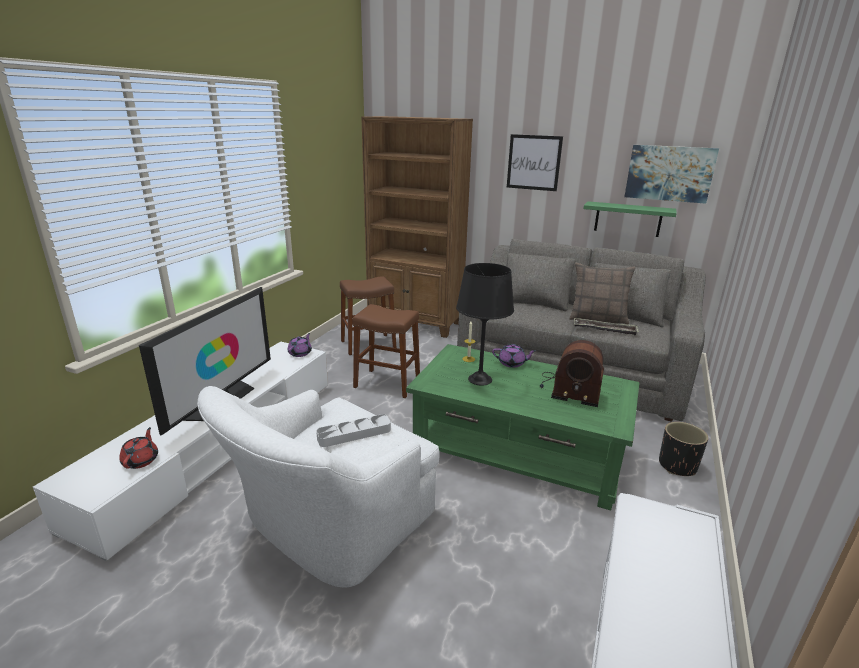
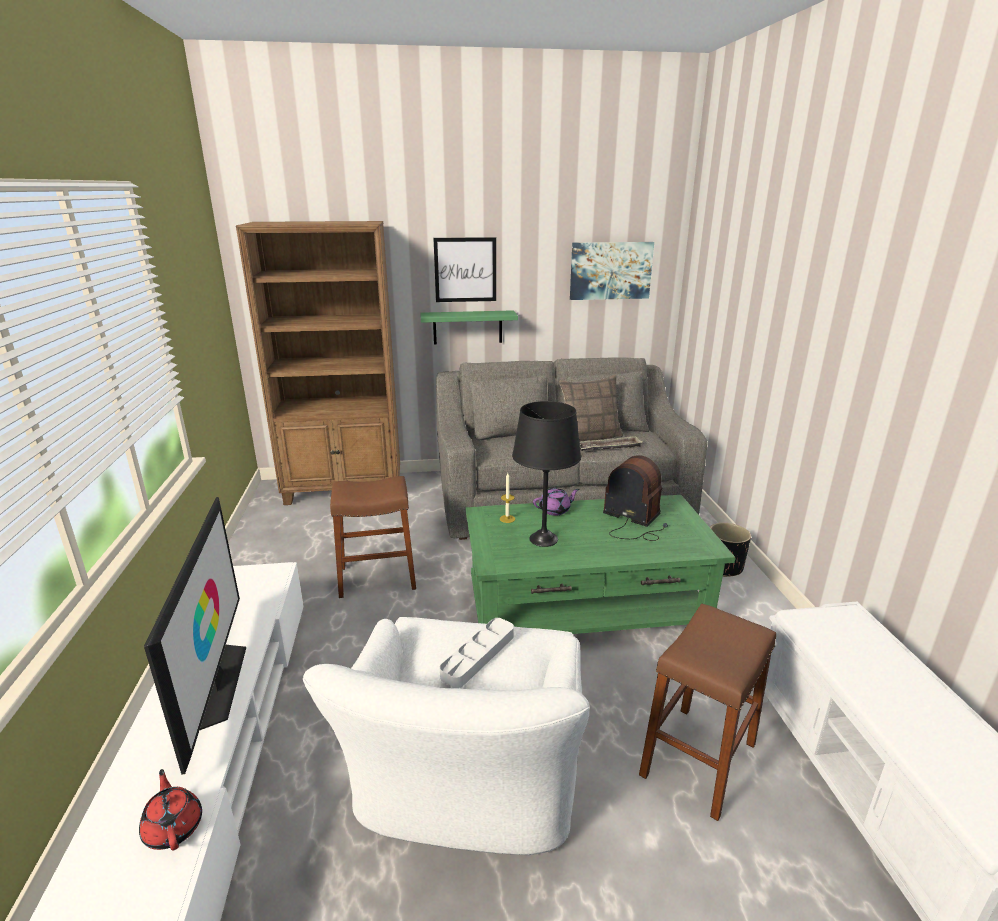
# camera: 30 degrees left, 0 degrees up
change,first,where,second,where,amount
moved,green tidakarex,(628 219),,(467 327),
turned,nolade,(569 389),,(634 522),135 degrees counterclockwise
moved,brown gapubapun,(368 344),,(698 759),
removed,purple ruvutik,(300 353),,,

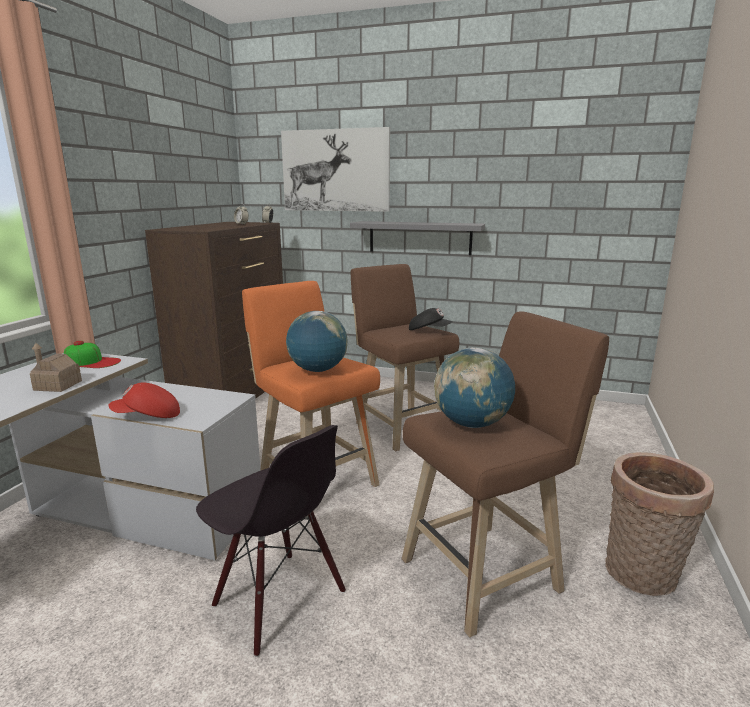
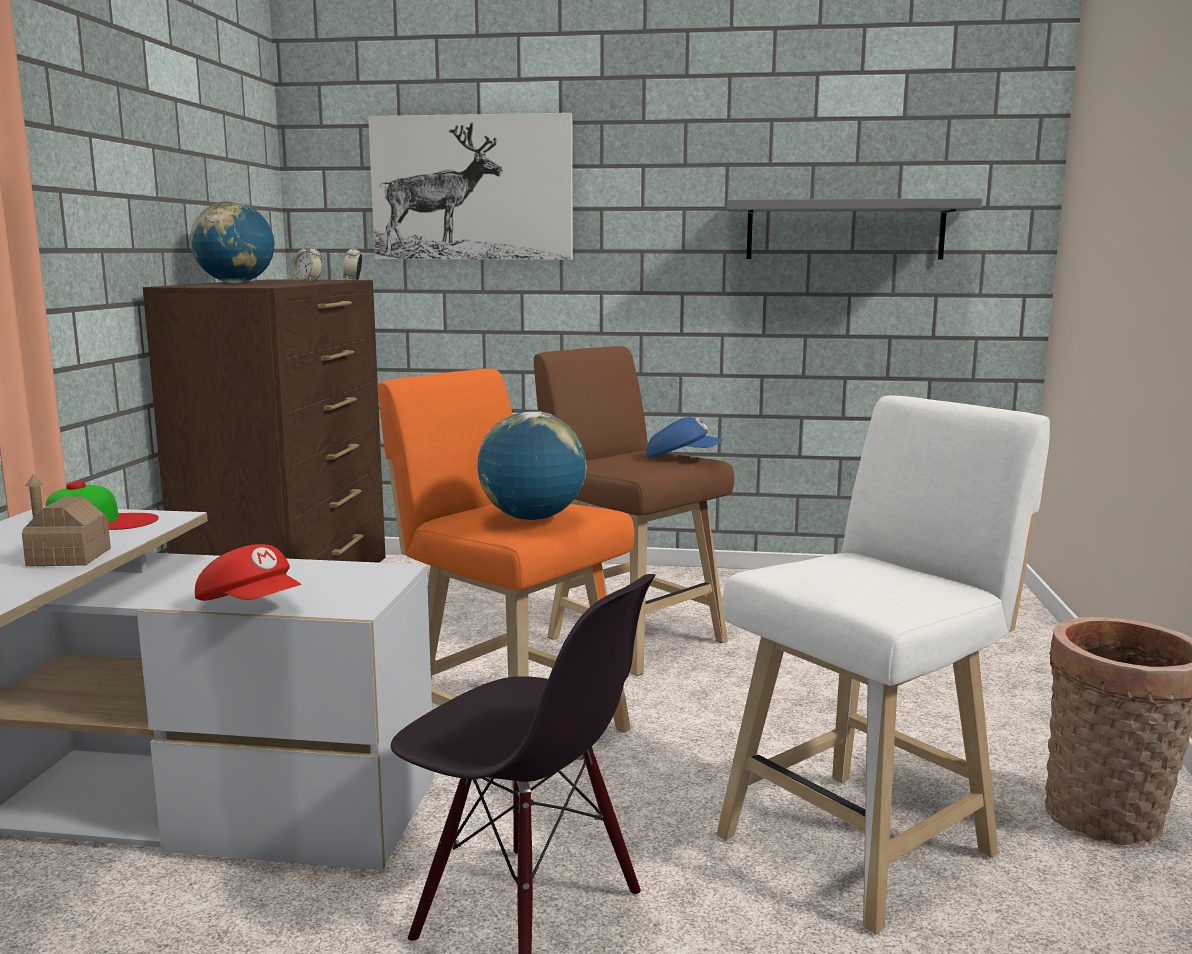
# camera: 10 degrees left, 5 degrees down
change,first,where,second,where,amount
moved,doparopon,(471 424),,(235 283),
turned,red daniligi,(147 416),,(251 606),120 degrees counterclockwise
recoloured,black daniligi,(429 331),blue daniligi,(682 458),
recoloured,brown gapubapun,(487 572),white gapubapun,(865 841),
moved,grey tidakarex,(419 237),,(844 230),

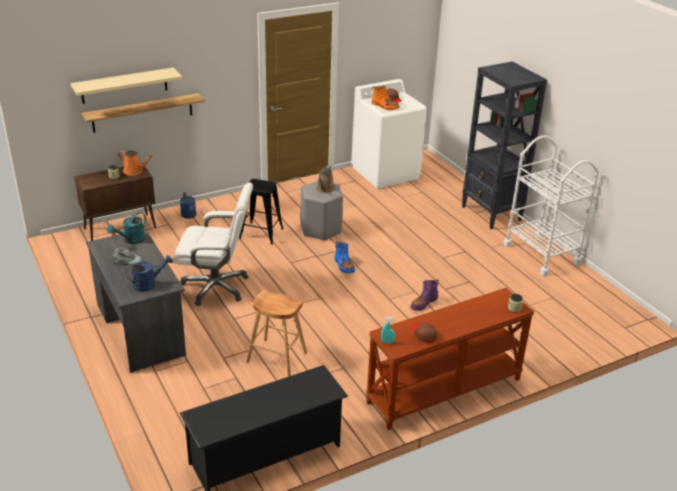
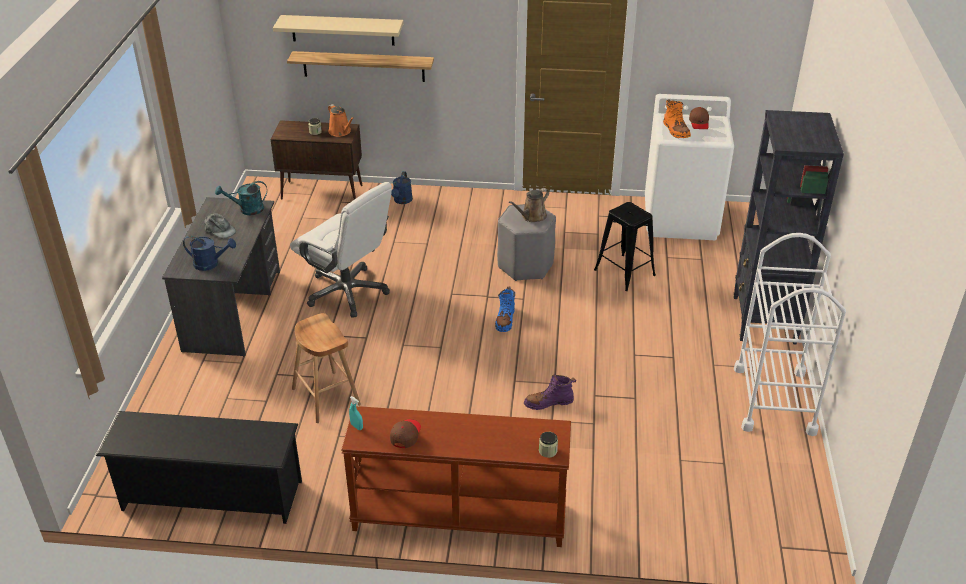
# camera: 35 degrees right, 5 degrees up
change,first,where,second,where,amount
moved,black gapubapun,(261 233),,(624 272),

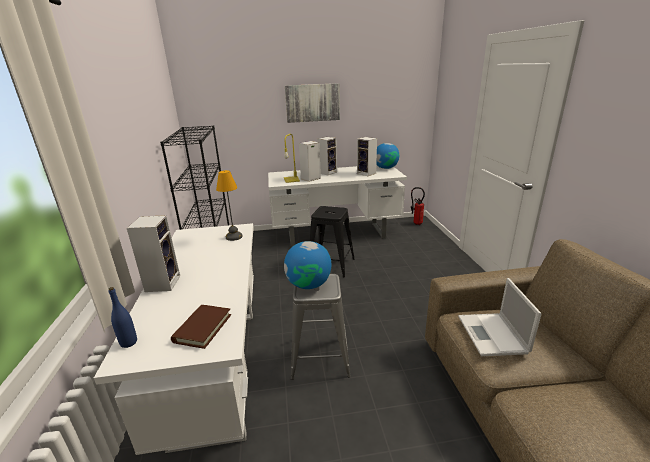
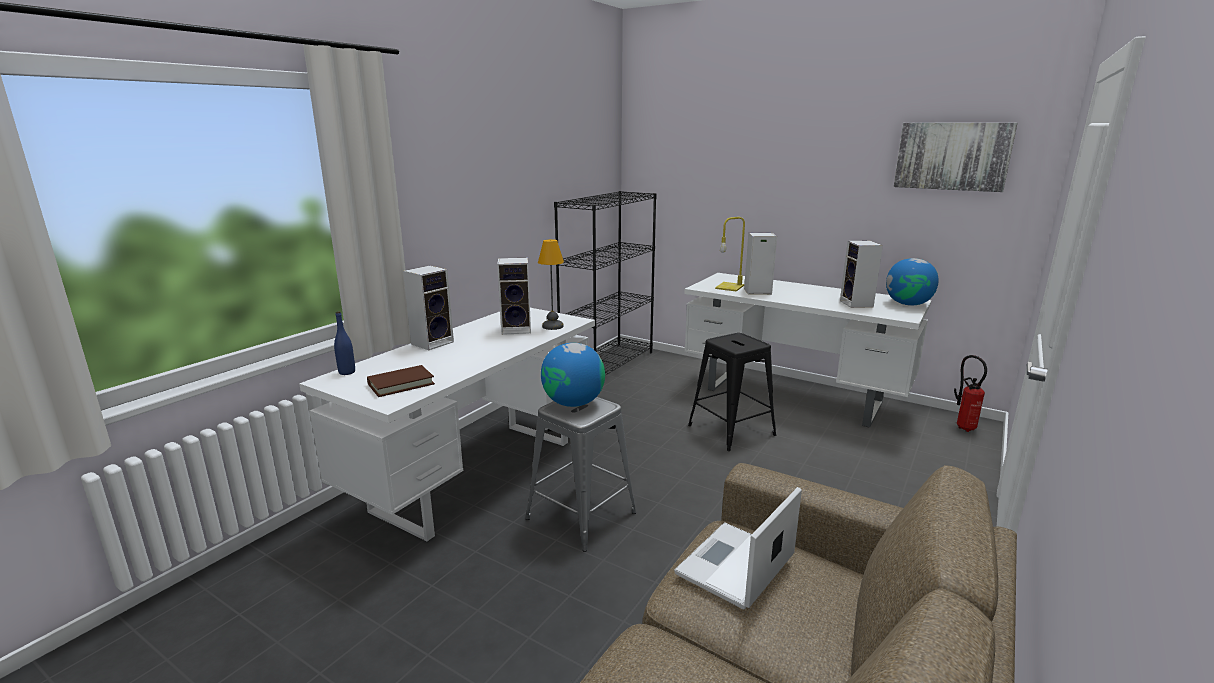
# camera: 40 degrees right, 5 degrees down
change,first,where,second,where,amount
moved,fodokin,(328 172),,(517 329),
moved,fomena,(312 103),,(952 156),

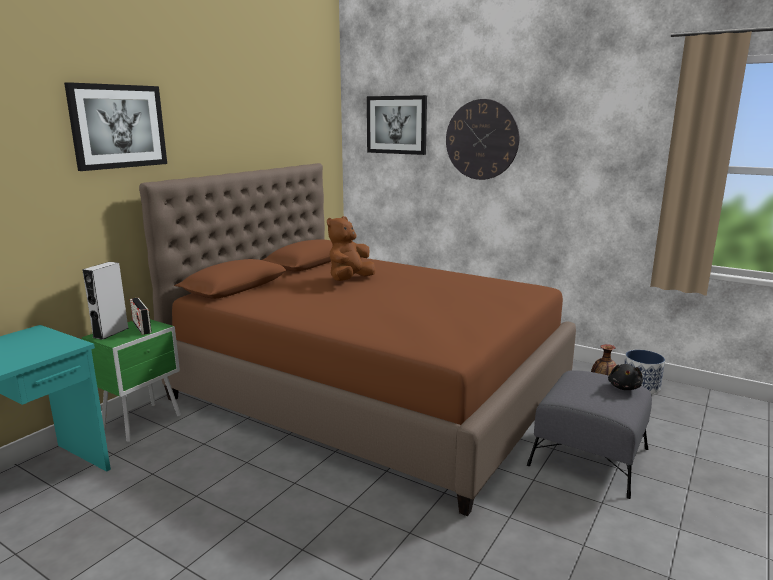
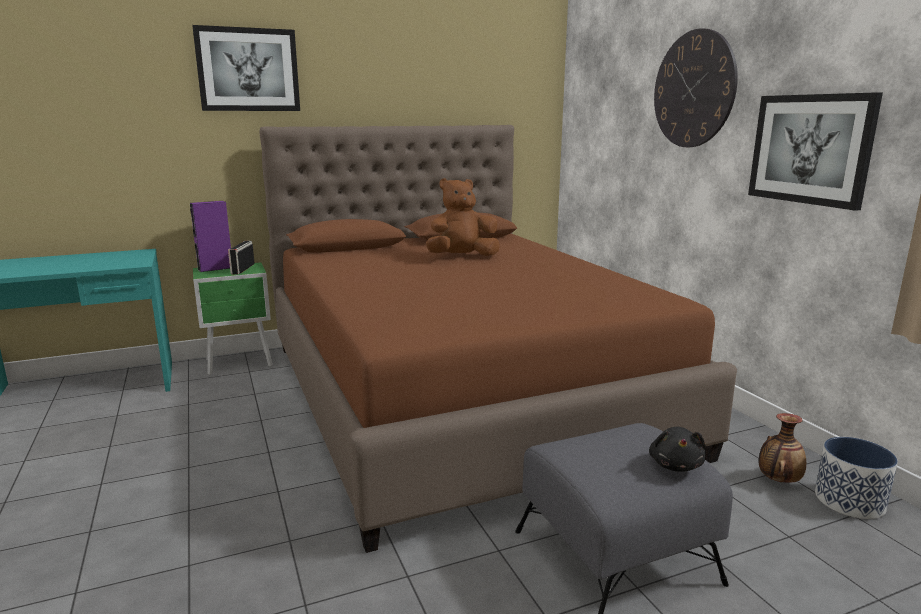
# camera: 35 degrees right, 0 degrees up
change,first,where,second,where,amount
recoloured,grey fodokin,(111 332),purple fodokin,(215 268),
turned,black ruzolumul,(624 387),,(675 465),45 degrees counterclockwise
moved,fomena,(396 125),,(810 149),

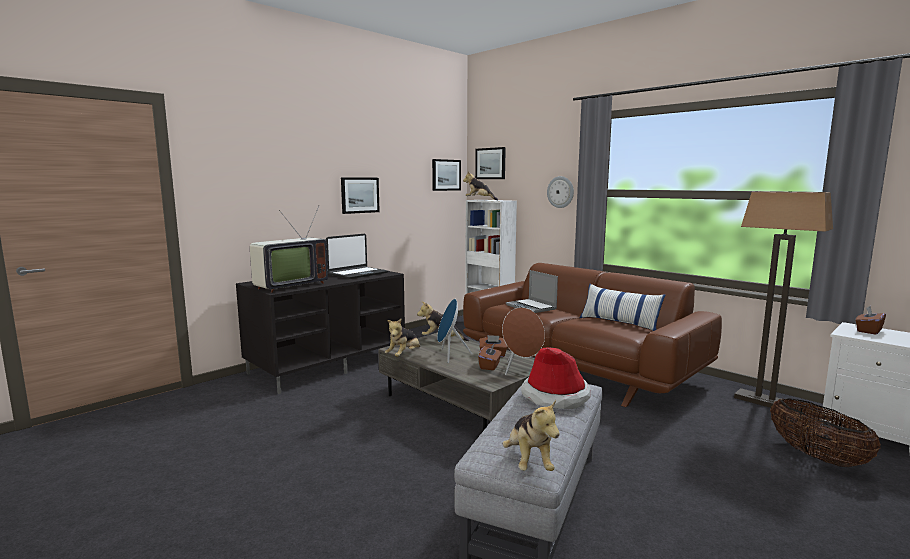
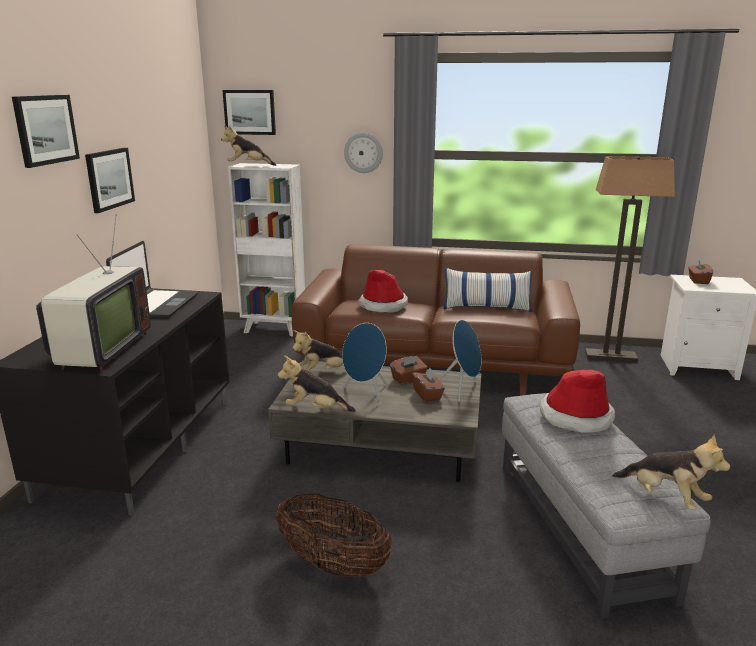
# camera: 35 degrees left, 10 degrees up
change,first,where,second,where,amount
moved,fomena,(446 175),,(45 129),
moved,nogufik,(817 457),,(333 564),
turned,ruzolumul,(404 355),,(315 409),105 degrees clockwise
replaced,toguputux,(532 307),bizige,(383 305),
recoloured,brown fodokin,(521 369),blue fodokin,(462 390),

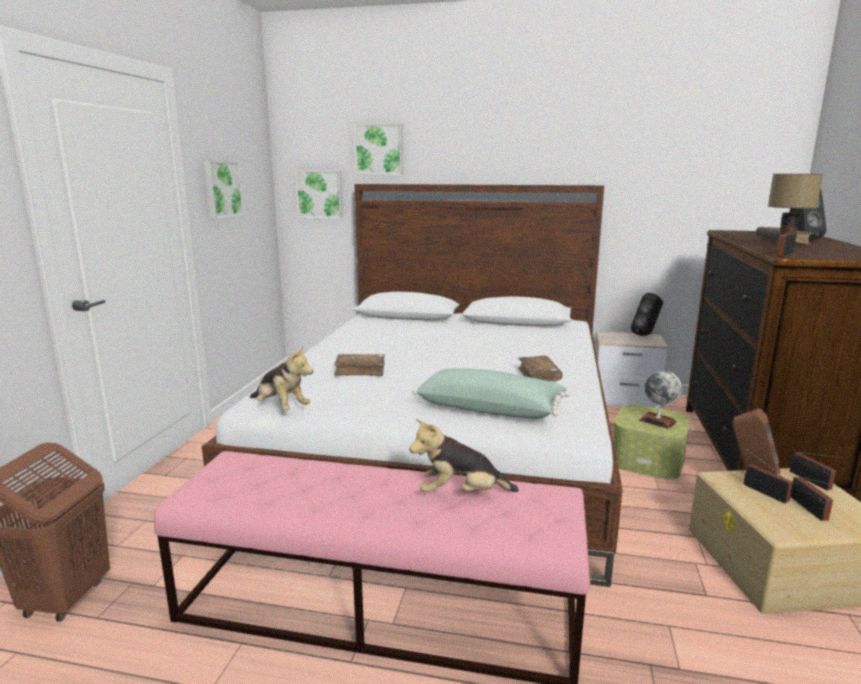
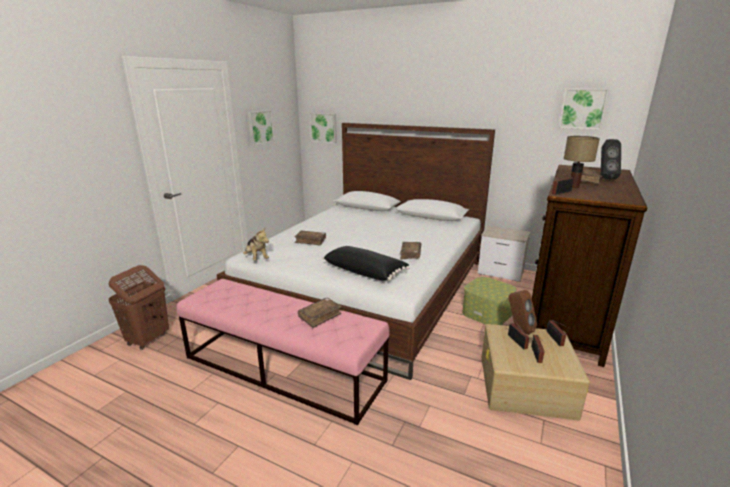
# camera: 15 degrees right, 5 degrees up
change,first,where,second,where,amount
replaced,ruzolumul,(461 494),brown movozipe,(320 316),
recoloured,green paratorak,(490 409),black paratorak,(365 271),
moved,fomena,(379 149),,(583 108),
removed,black fodokin,(646 335),,,
removed,doparopon,(658 421),,,

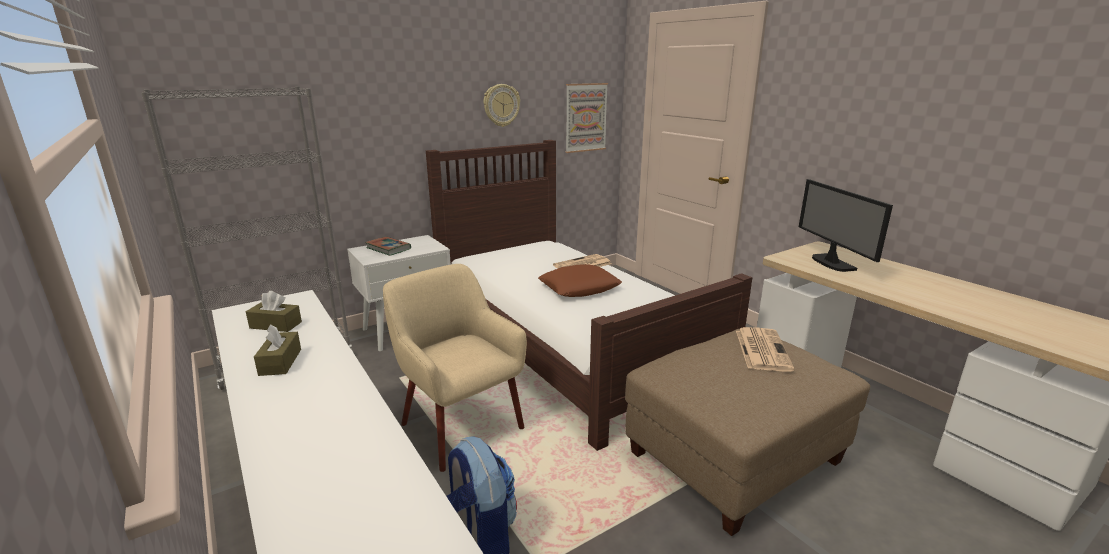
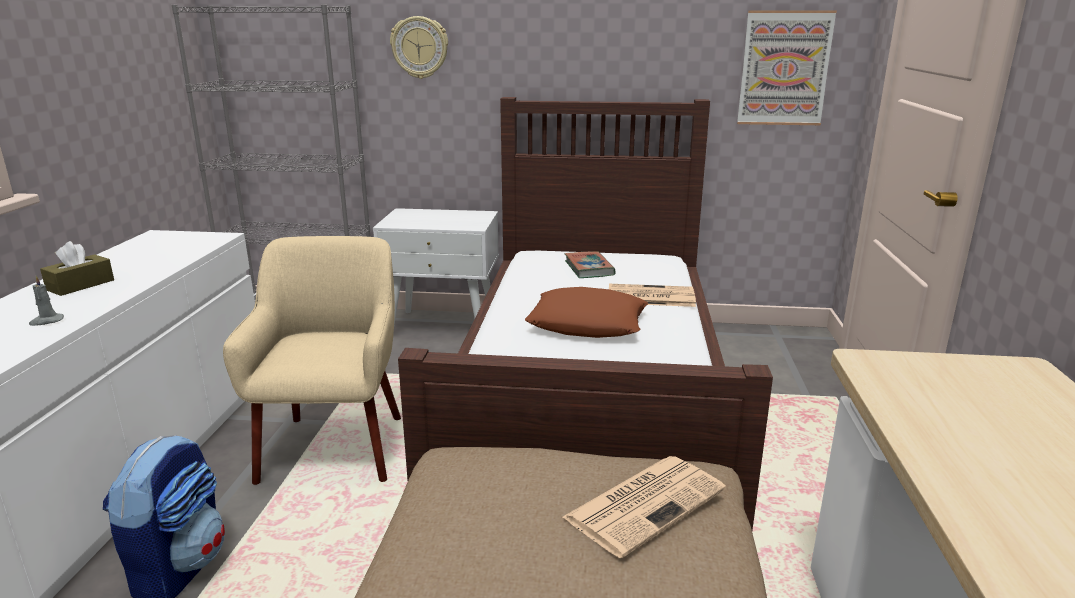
# camera: 40 degrees right, 0 degrees up
change,first,where,second,where,amount
added,,,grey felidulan,(46 321),
moved,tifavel,(501 105),,(420 47),
moved,movozipe,(388 248),,(589 268),
removed,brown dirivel,(275 325),,,
removed,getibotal,(831 263),,,

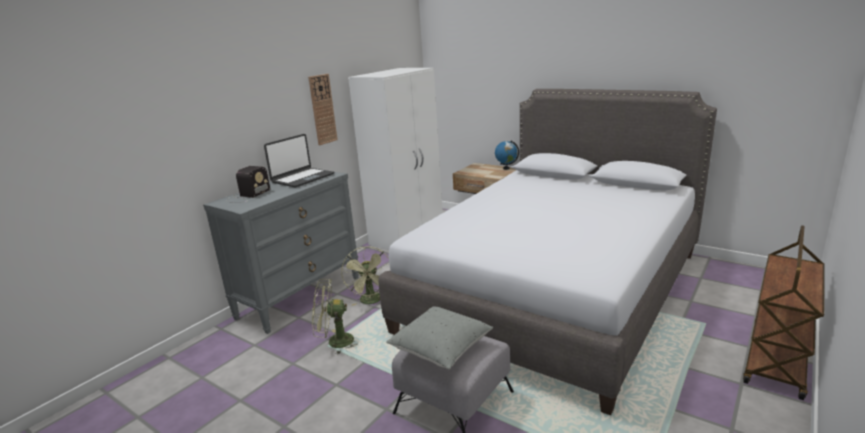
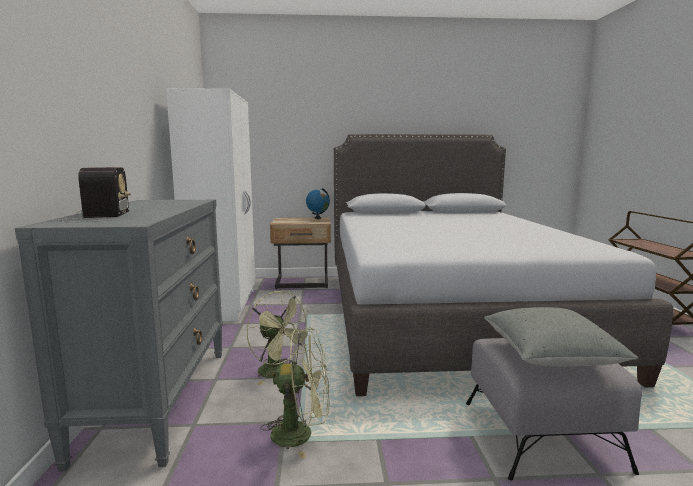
# camera: 40 degrees left, 10 degrees down
change,first,where,second,where,amount
turned,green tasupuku,(335 342),,(301 434),135 degrees counterclockwise
removed,toguputux,(302 178),,,
removed,tifavel,(322 109),,,

